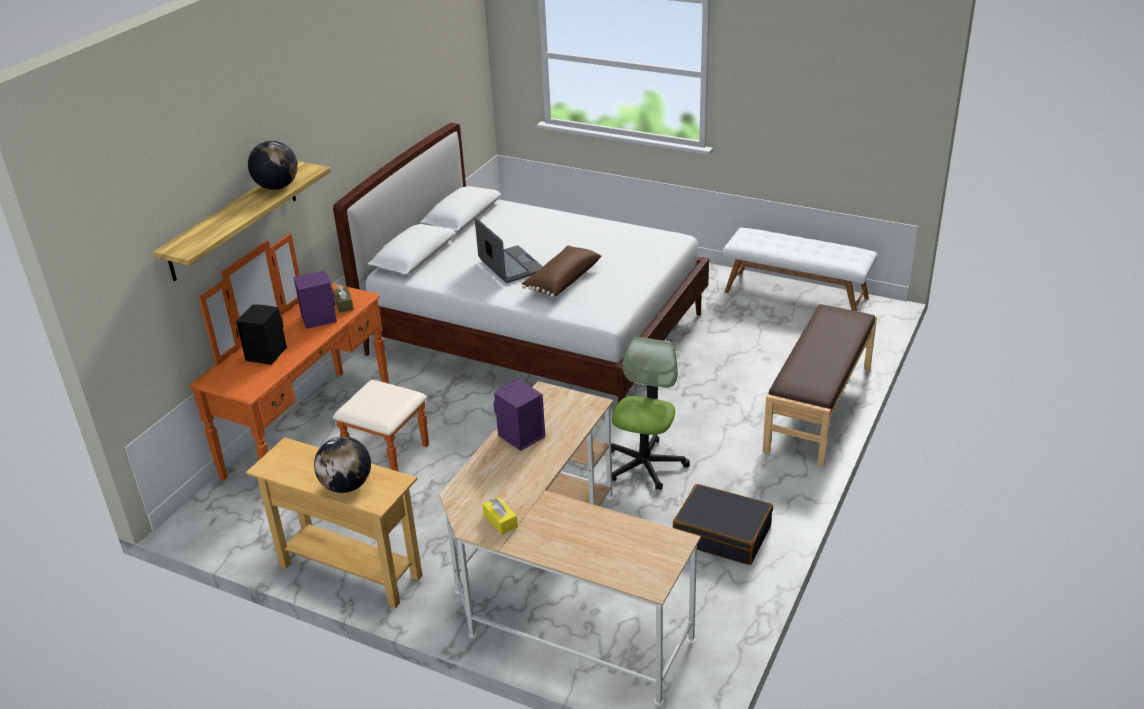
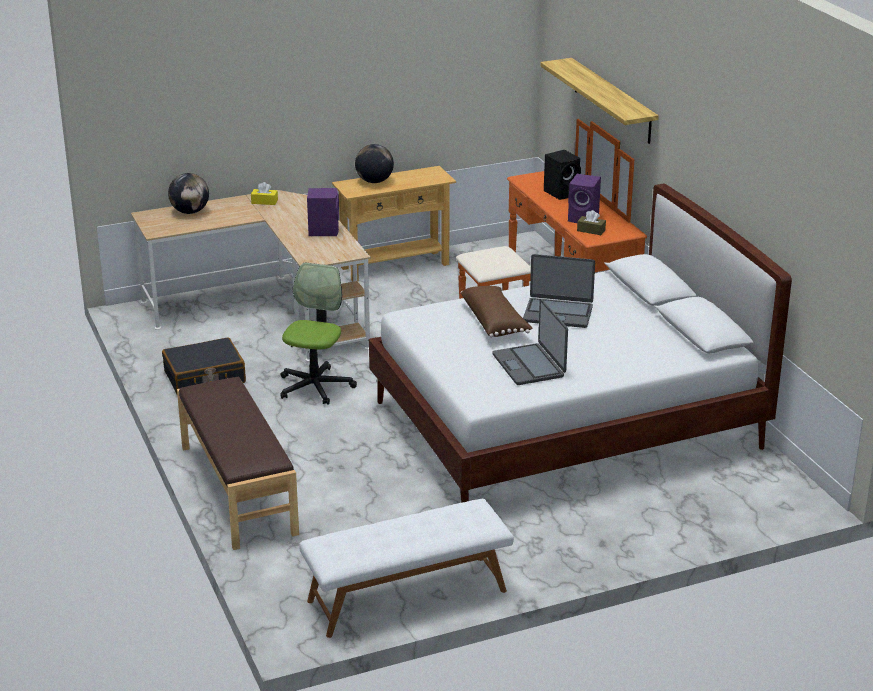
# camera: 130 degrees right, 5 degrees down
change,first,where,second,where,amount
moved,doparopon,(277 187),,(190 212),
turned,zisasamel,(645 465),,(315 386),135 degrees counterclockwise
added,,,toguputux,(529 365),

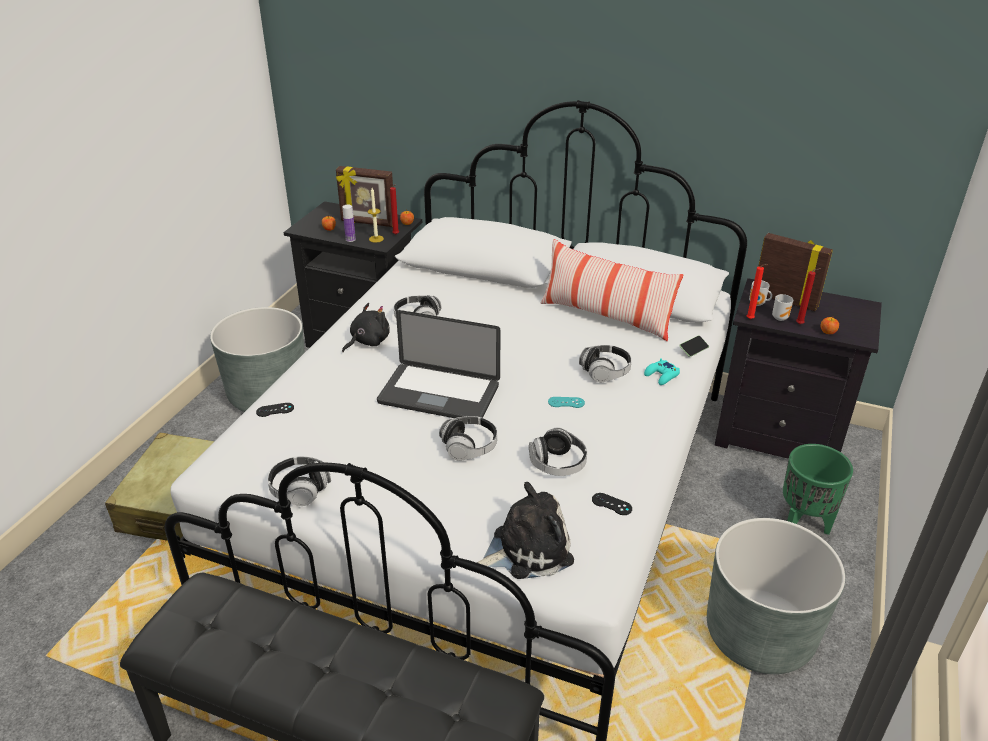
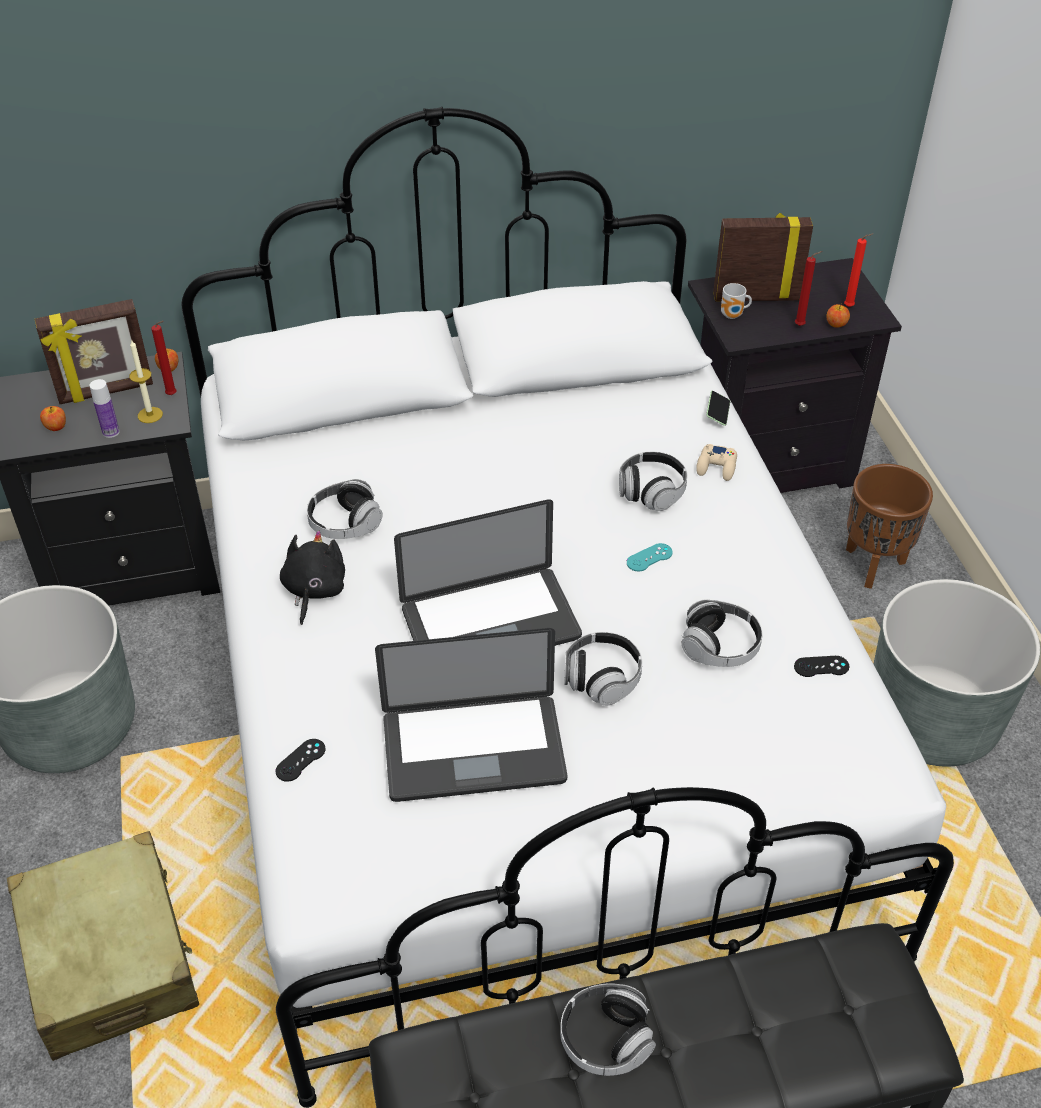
# camera: 35 degrees left, 10 degrees up
change,first,where,second,where,amount
added,,,toguputux,(473 750),
moved,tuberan,(300 490),,(605 1039),
recoloured,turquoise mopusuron,(661 376),beige mopusuron,(717 467),
moved,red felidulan,(751 319),,(850 307),
recoloured,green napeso,(803 525),brown napeso,(874 565),
removed,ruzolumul,(527 549),,,
removed,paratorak,(606 317),,,
removed,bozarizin,(780 317),,,

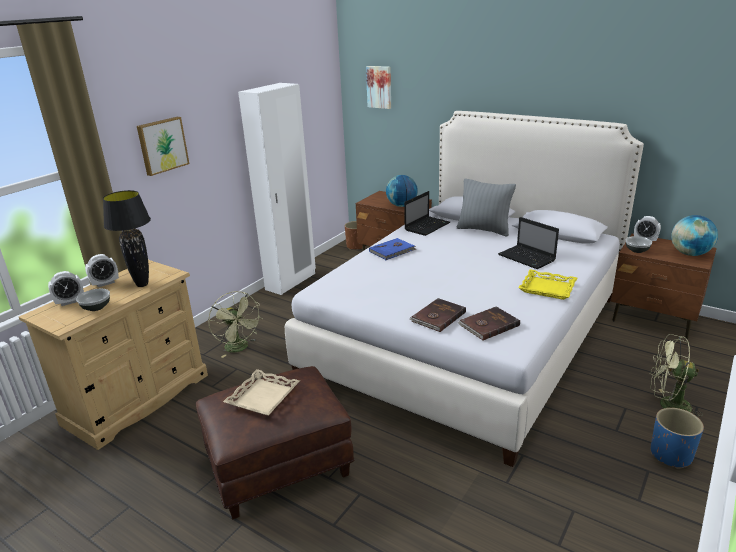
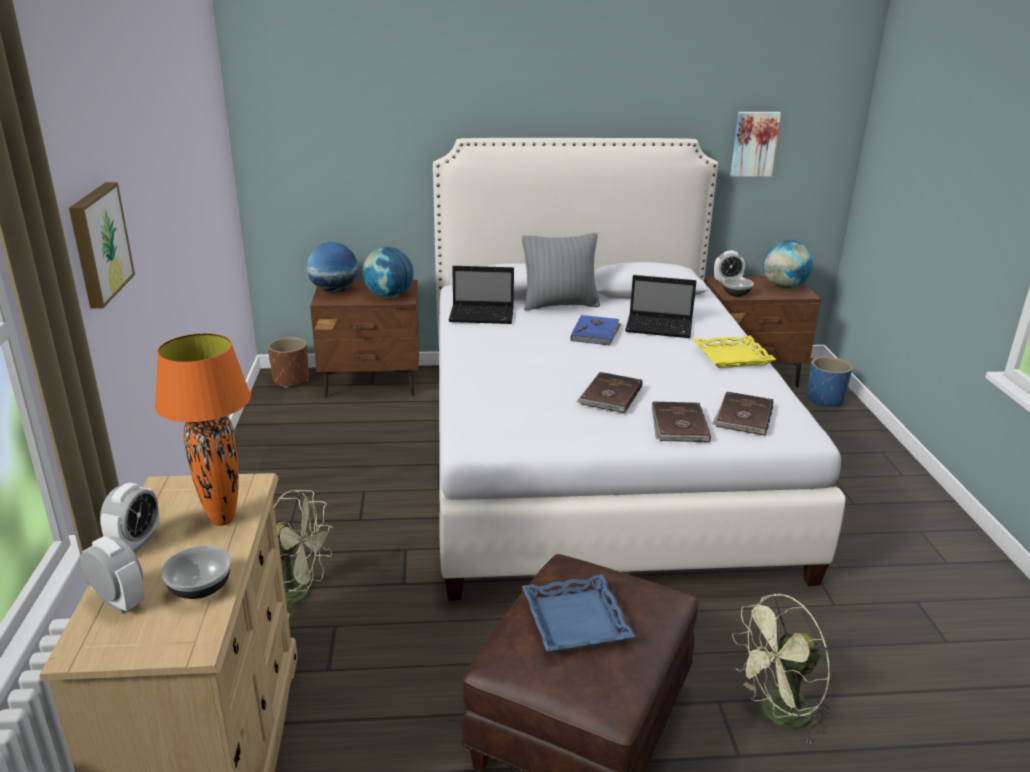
# camera: 40 degrees left, 0 degrees up
change,first,where,second,where,amount
turned,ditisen,(70 302),,(119 601),75 degrees counterclockwise
recoloured,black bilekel,(142 285),orange bilekel,(222 520),
added,,,doparopon,(334 291),
turned,toguputux,(427 226),,(483 316),90 degrees clockwise
recoloured,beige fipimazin,(263 397),blue fipimazin,(576 620),
moved,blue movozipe,(392 251),,(596 333),
added,,,brown movozipe,(610 395),
moved,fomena,(379 87),,(754 143),
moved,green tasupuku,(668 406),,(777 715),
moved,blue napeso,(671 455),,(824 400),
removed,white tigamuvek,(291 282),,,

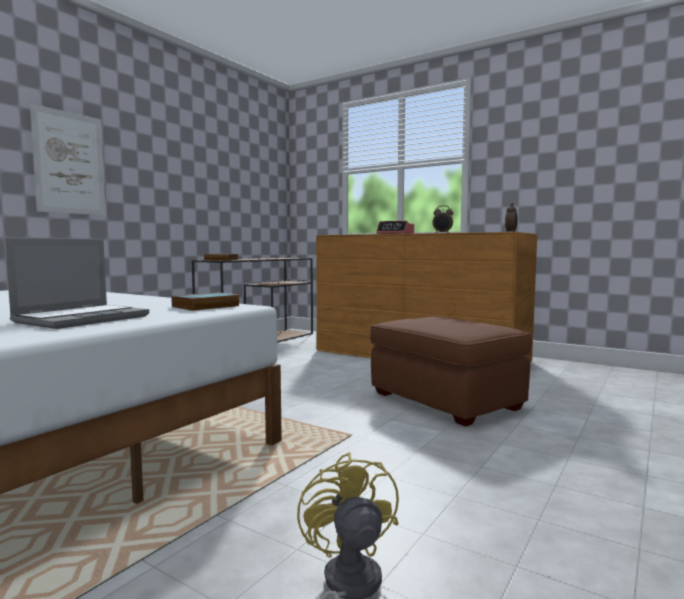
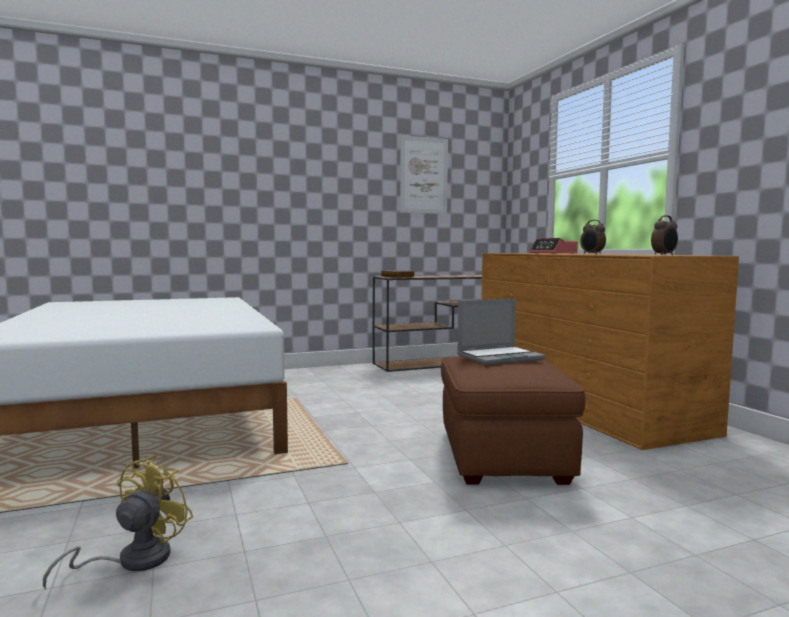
# camera: 35 degrees right, 0 degrees up
change,first,where,second,where,amount
moved,fomena,(69 163),,(424 175),
moved,toguputux,(83 319),,(500 357),
removed,movozipe,(205 306),,,

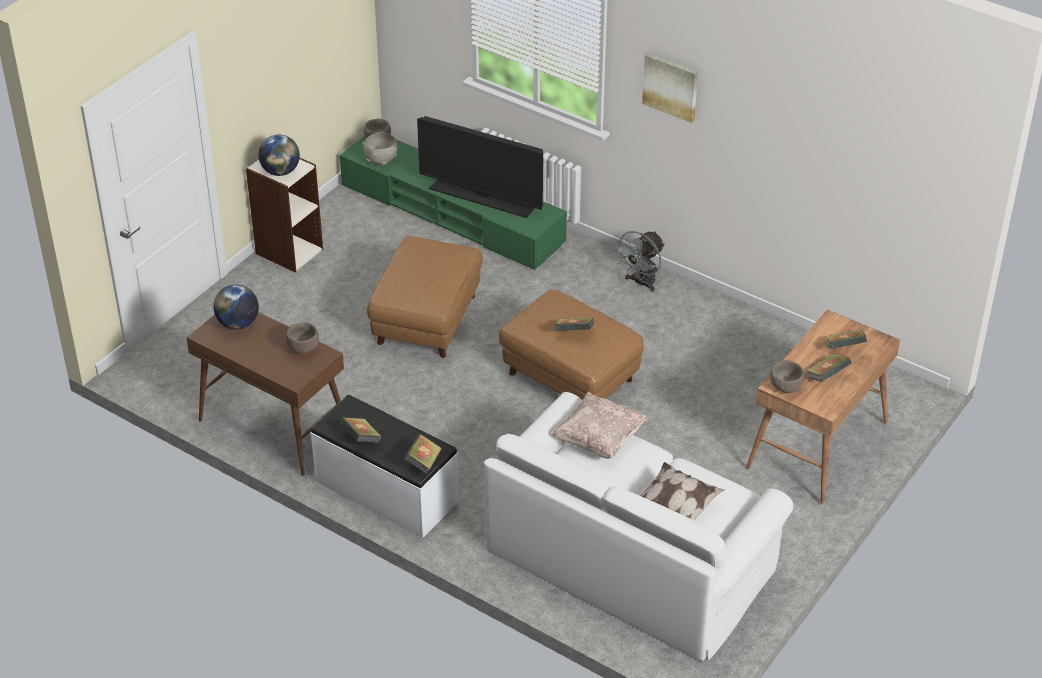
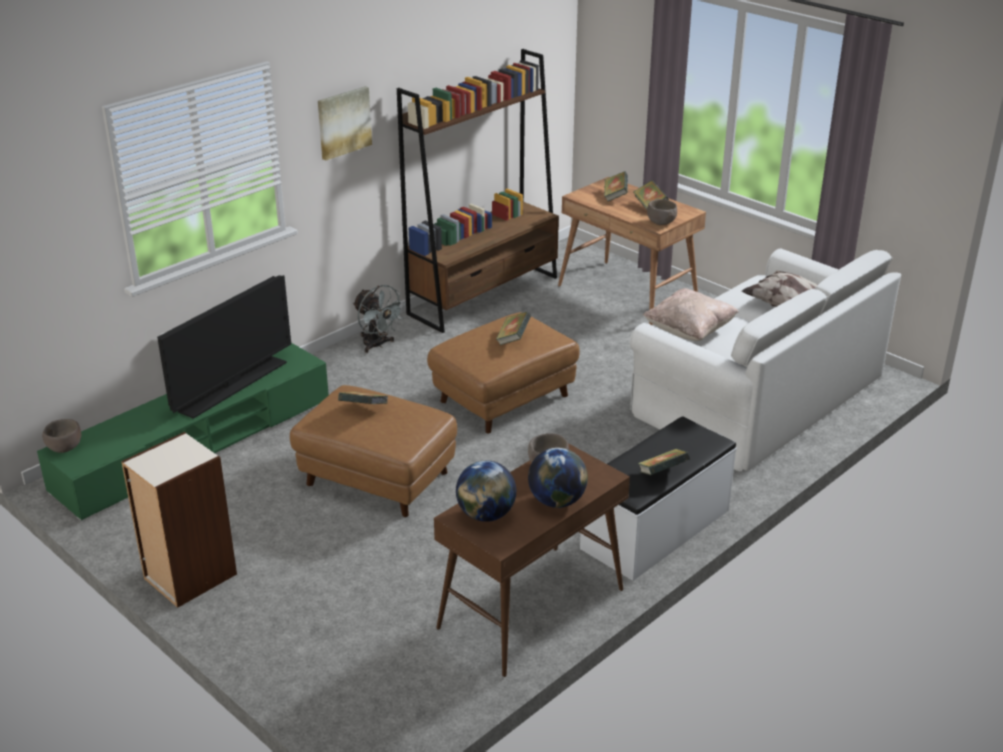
# camera: 80 degrees left, 10 degrees down
change,first,where,second,where,amount
moved,movozipe,(423 462),,(364 409),
added,,,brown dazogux,(484 295),
moved,doparopon,(280 171),,(557 501),
removed,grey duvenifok,(381 161),,,

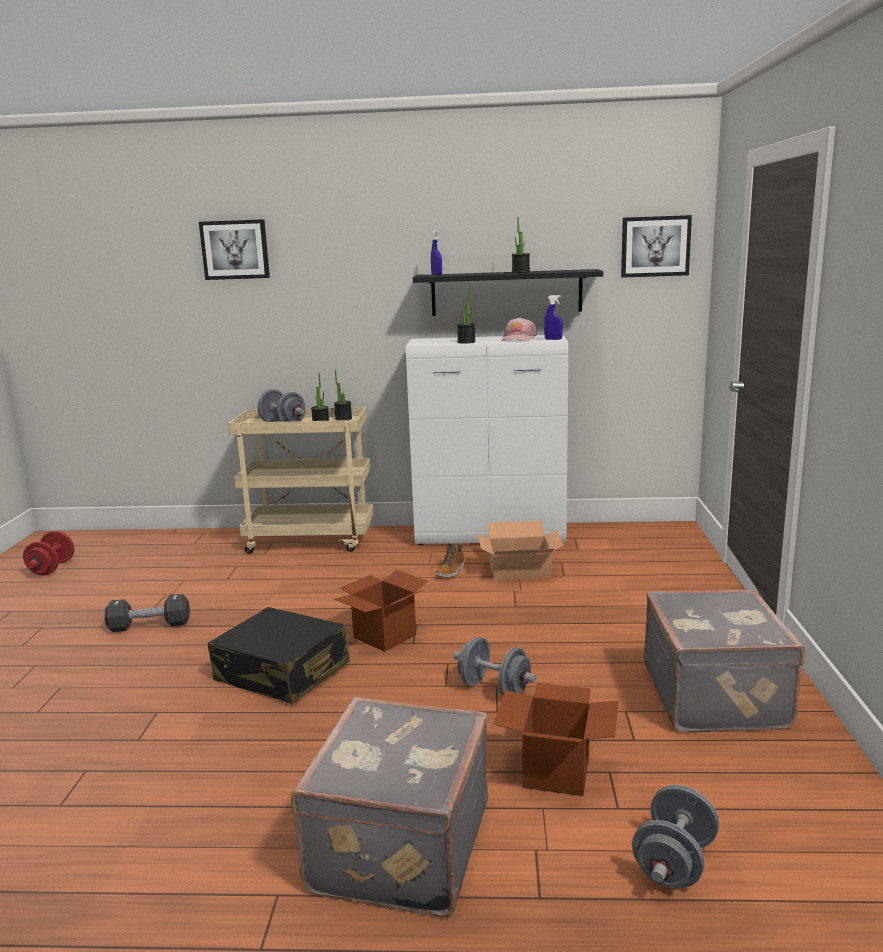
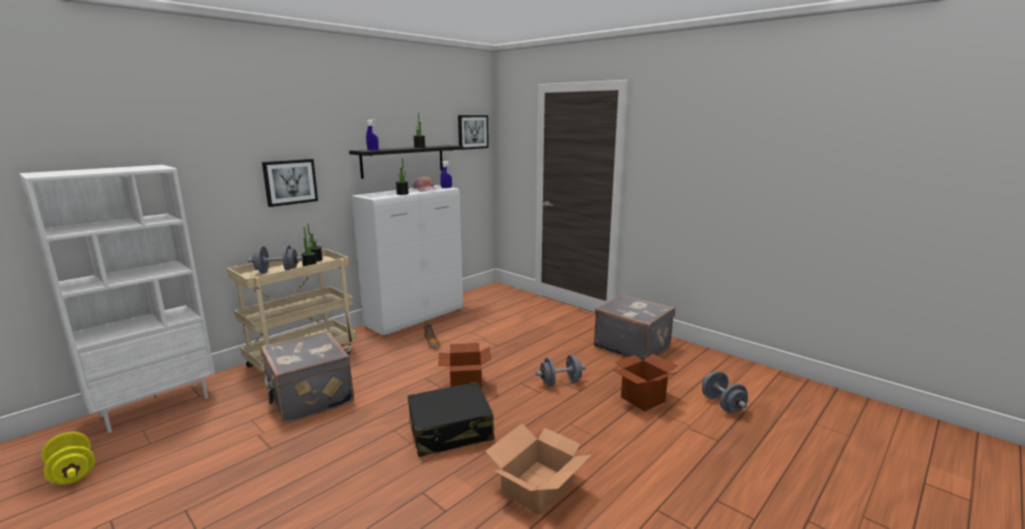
# camera: 50 degrees left, 0 degrees up
change,first,where,second,where,amount
added,,,white dazogux,(156 405),
recoloured,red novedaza,(52 568),yellow novedaza,(72 473),
moved,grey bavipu,(396 847),,(308 398),
moved,fomena,(235 249),,(290 182),
moved,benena,(520 570),,(539 486),
removed,black novedaza,(149 625),,,

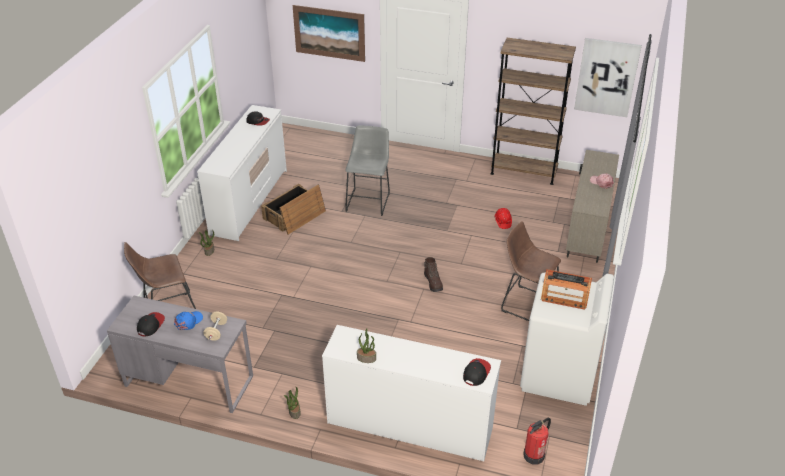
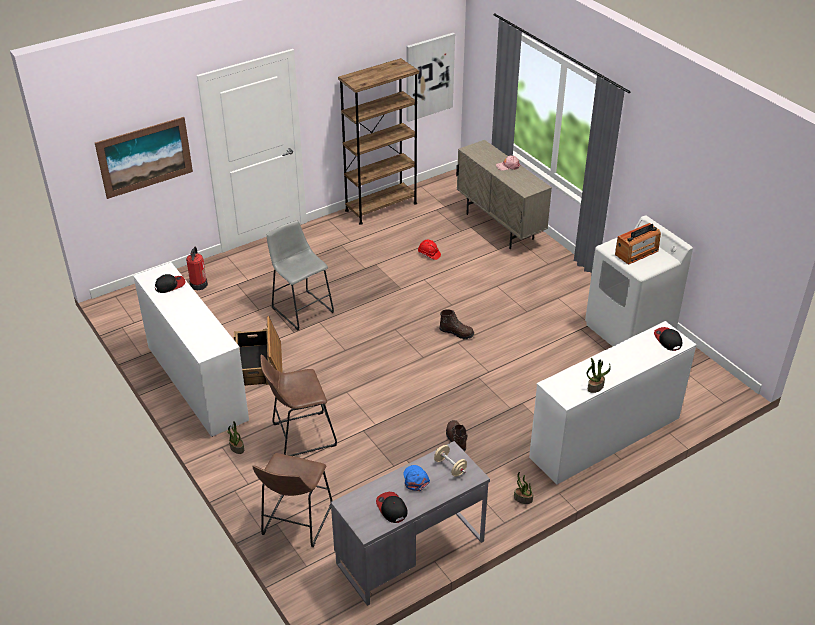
# camera: 50 degrees left, 0 degrees up
change,first,where,second,where,amount
moved,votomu,(534 455),,(199 284),
moved,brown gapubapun,(527 304),,(300 435),
added,,,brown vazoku,(455 440),

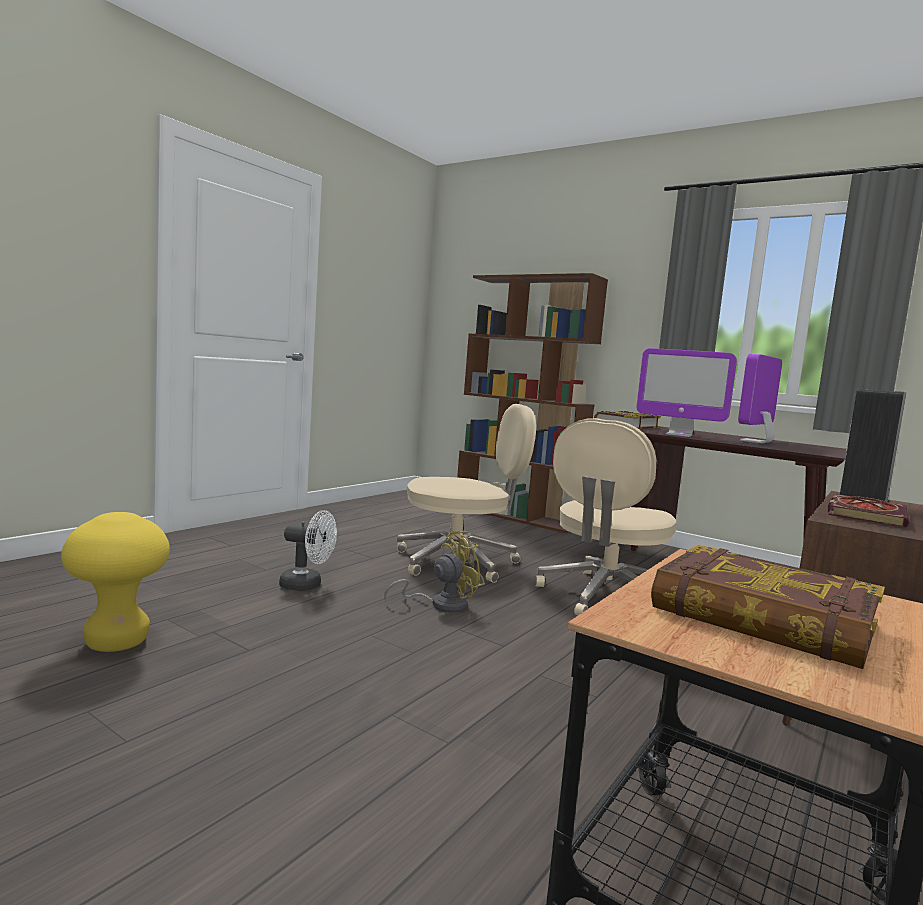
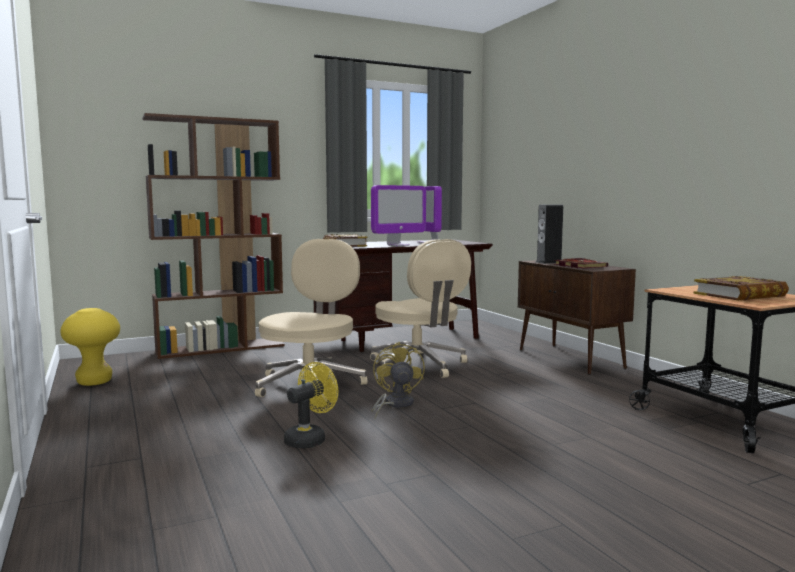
# camera: 60 degrees left, 0 degrees up
change,first,where,second,where,amount
moved,yellow gapubapun,(117 642),,(94 382),
recoloured,white tasupuku,(307 585),yellow tasupuku,(309 439),

